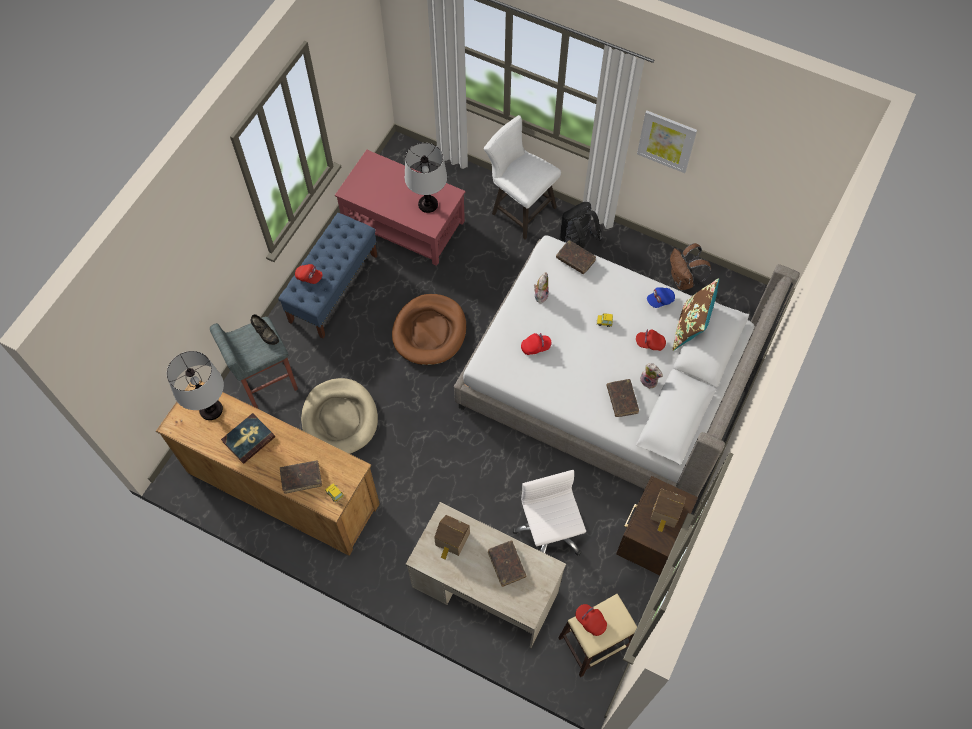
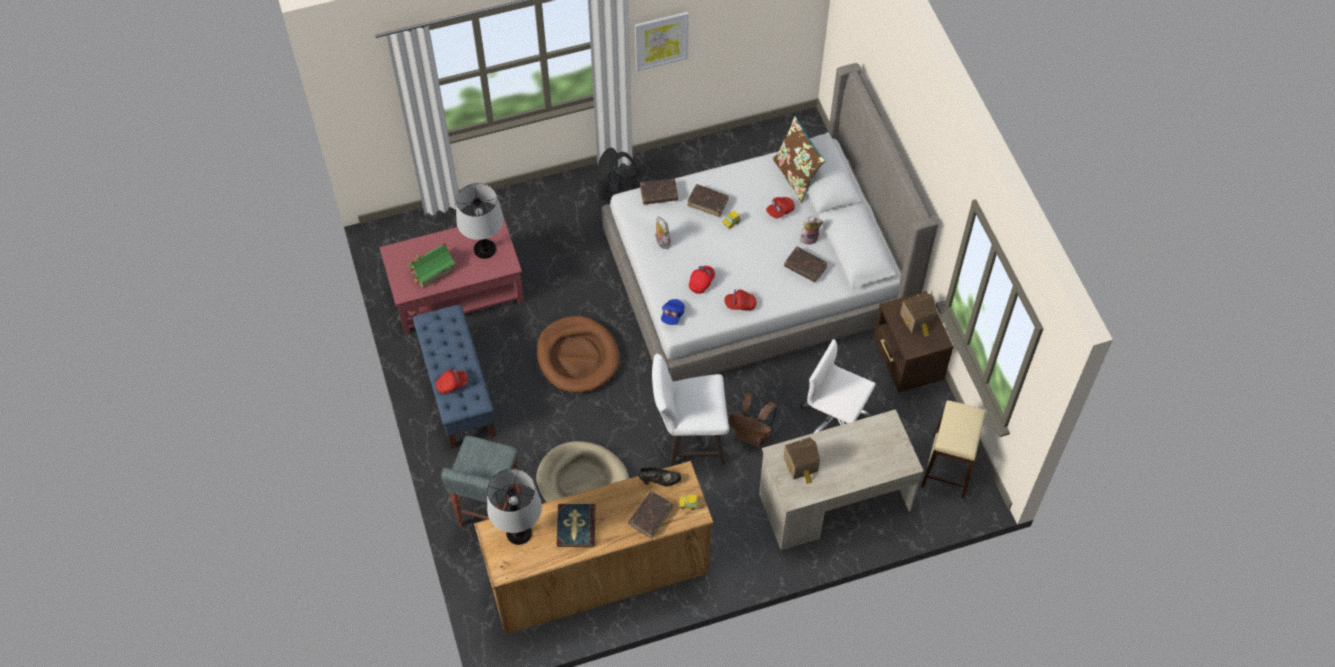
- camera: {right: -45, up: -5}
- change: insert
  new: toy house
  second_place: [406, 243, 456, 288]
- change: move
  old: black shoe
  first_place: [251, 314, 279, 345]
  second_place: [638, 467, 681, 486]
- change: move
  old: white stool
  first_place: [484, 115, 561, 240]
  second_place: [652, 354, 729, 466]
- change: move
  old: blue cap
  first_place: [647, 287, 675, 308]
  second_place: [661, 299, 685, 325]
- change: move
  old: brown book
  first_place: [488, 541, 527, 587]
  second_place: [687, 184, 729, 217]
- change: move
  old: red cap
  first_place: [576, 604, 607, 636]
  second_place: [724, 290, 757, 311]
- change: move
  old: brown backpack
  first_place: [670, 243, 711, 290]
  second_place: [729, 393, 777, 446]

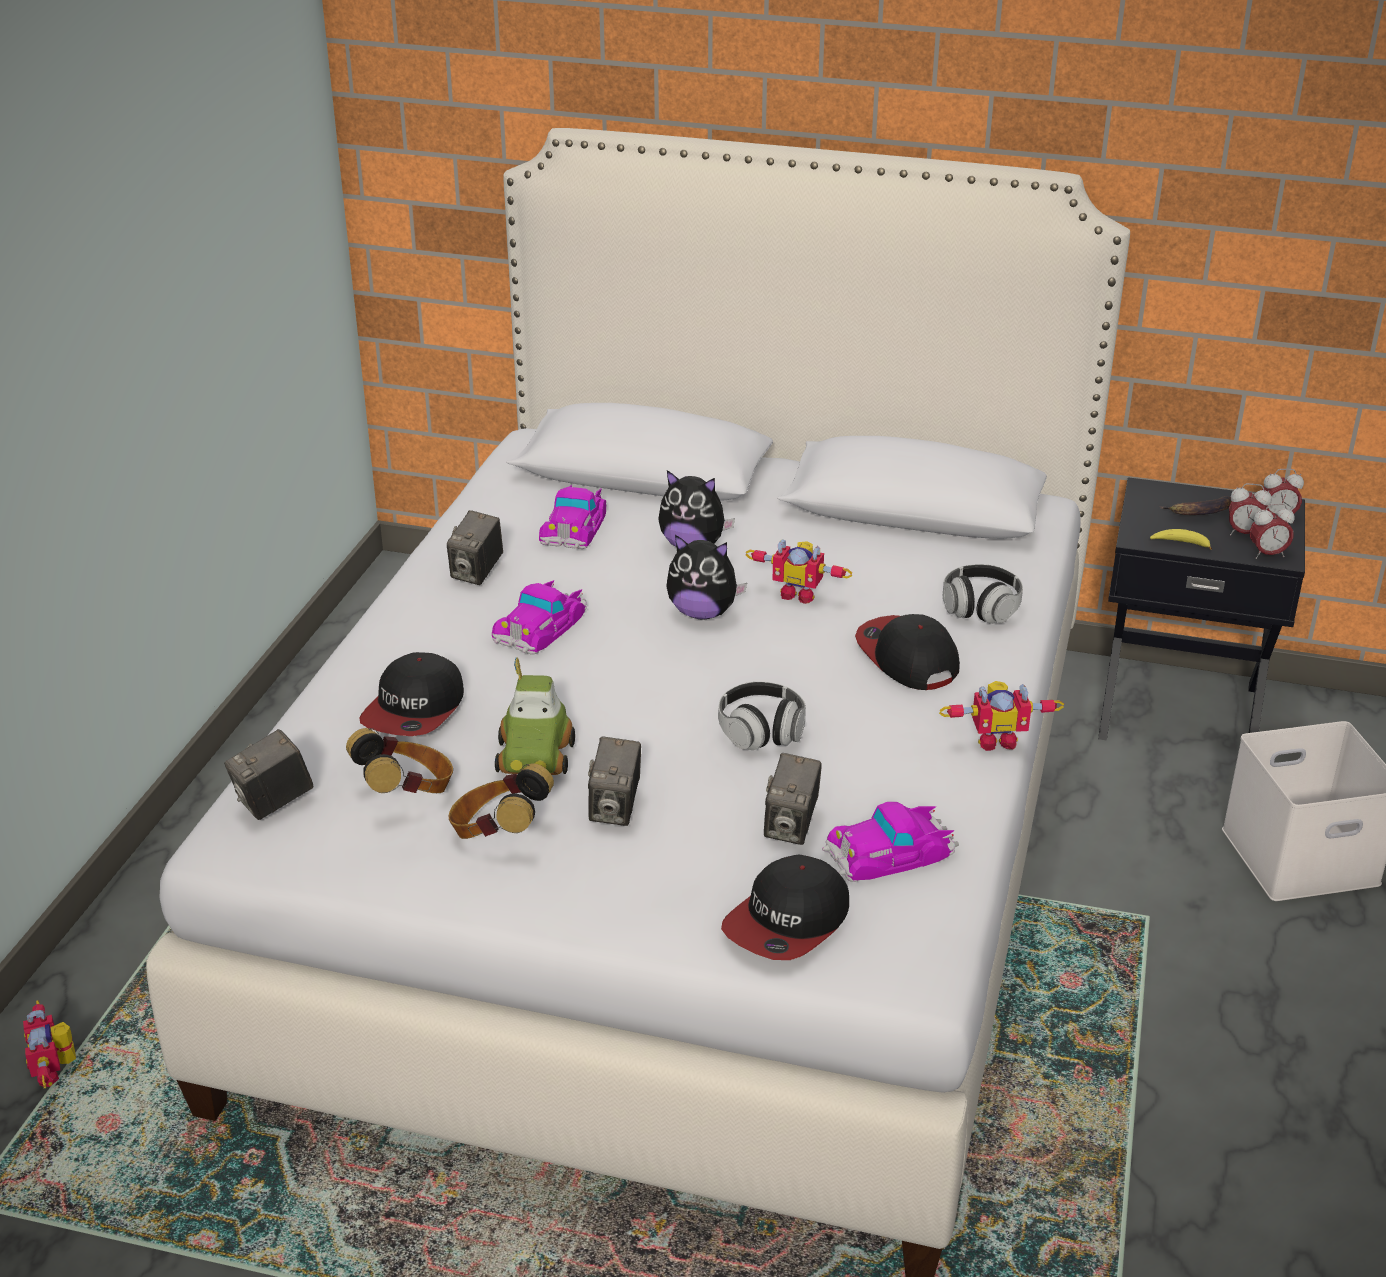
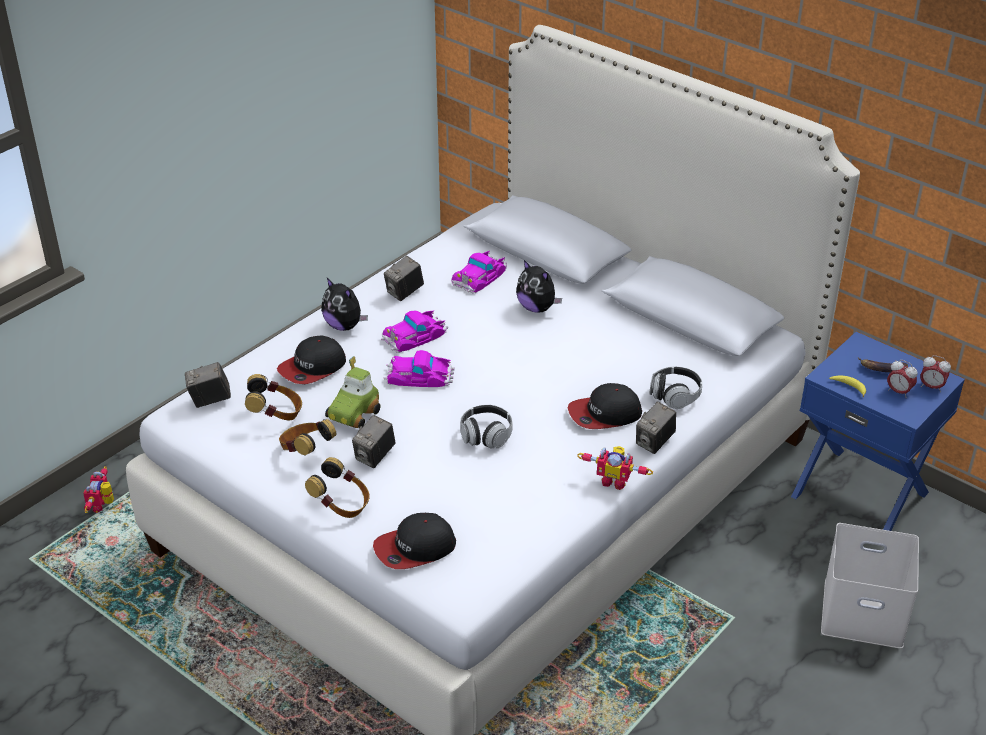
- camera: {right: 25, up: 5}
- change: insert
  new: headphones
  second_place: [305, 457, 370, 518]
- change: move
  old: plush toy
  first_place: [666, 535, 747, 620]
  second_place: [321, 278, 368, 331]
- change: move
  old: toy car
  first_place: [822, 802, 959, 882]
  second_place: [384, 350, 455, 387]
- change: rotate
  old: cap
  first_place: [855, 614, 960, 690]
  second_place: [568, 383, 642, 429]
  degrees: -105
- change: move
  old: photo camera
  first_place: [764, 753, 822, 845]
  second_place: [636, 401, 676, 454]
- change: recolor
  old: black nightstand
  new: blue nightstand
  first_place: [1098, 477, 1305, 741]
  second_place: [791, 332, 965, 531]
- change: delete
  old: toy robot
  first_place: [746, 539, 852, 604]
- change: delete
  old: alarm clock
  first_place: [1250, 504, 1295, 559]

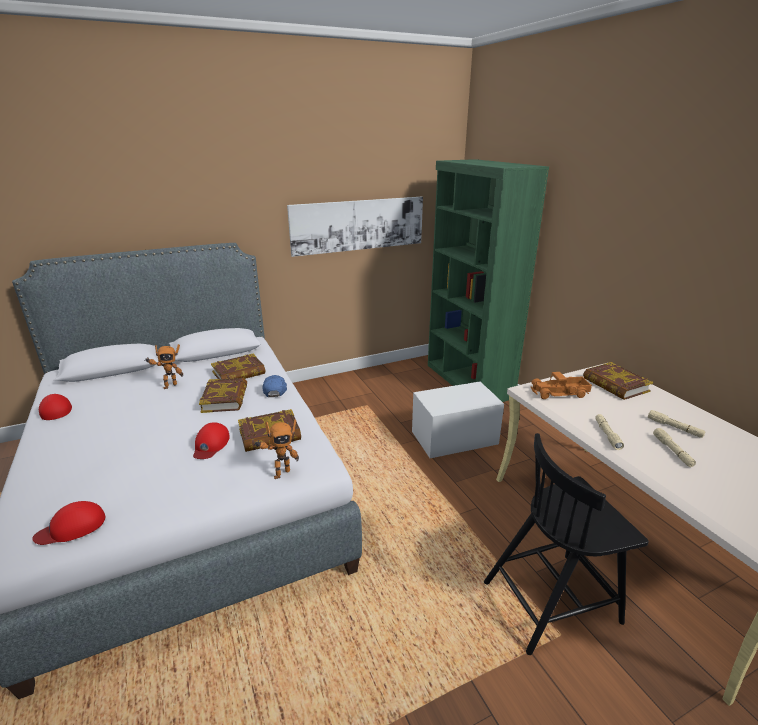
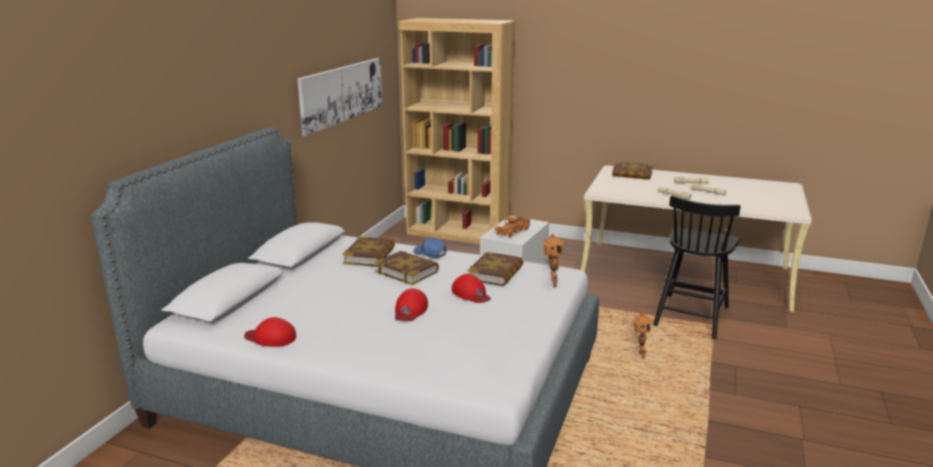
- camera: {right: -45, up: -5}
- change: move
  old: red cap
  first_place: [32, 501, 105, 545]
  second_place: [395, 288, 428, 321]
- change: recolor
  old: green bookcase
  new: brown bookcase
  first_place: [428, 159, 549, 402]
  second_place: [399, 18, 516, 244]
- change: move
  old: toy truck
  first_place: [530, 372, 592, 399]
  second_place: [494, 216, 531, 238]
- change: move
  old: toy robot
  first_place: [145, 344, 183, 389]
  second_place: [633, 311, 655, 359]

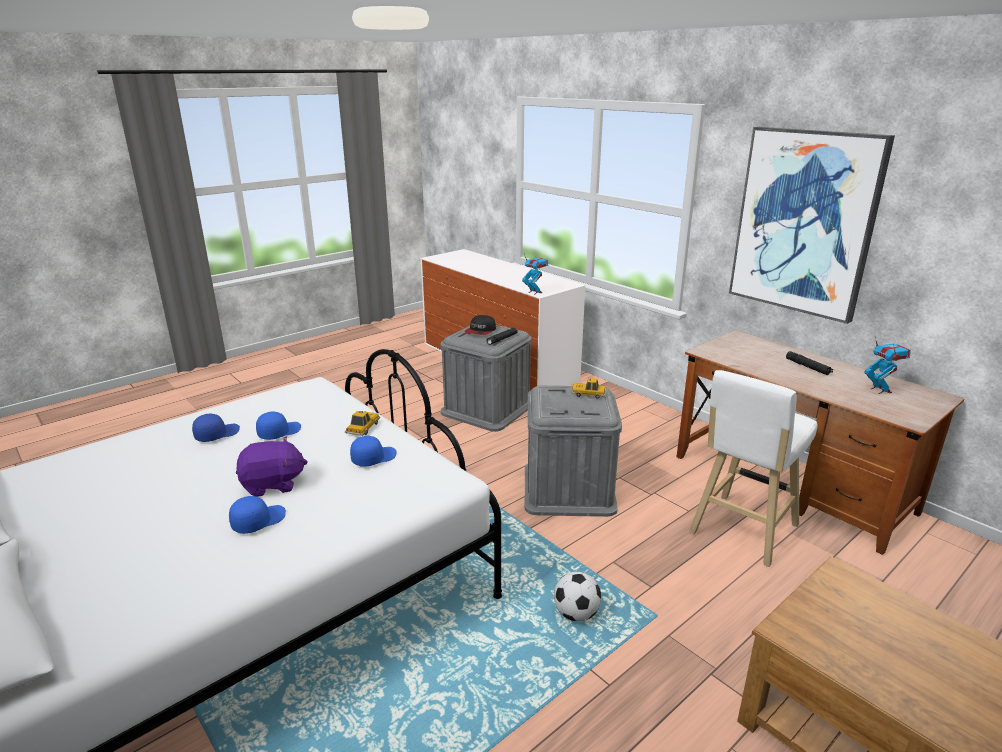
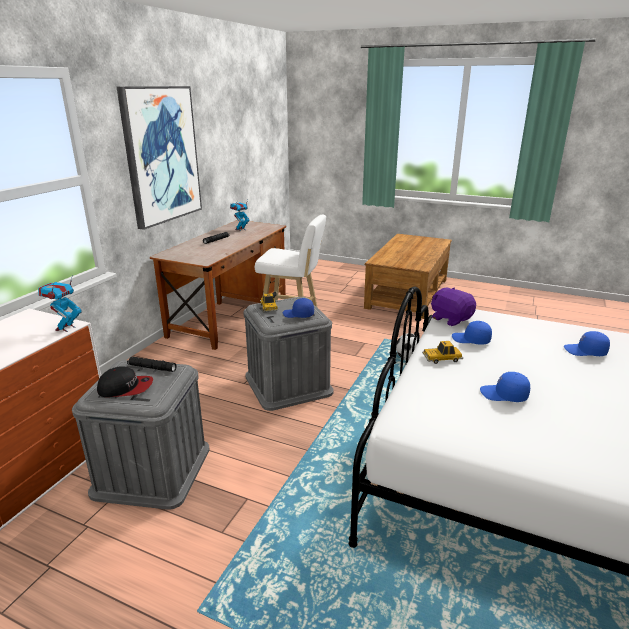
- camera: {right: -115, up: 0}
- change: move
  old: blue cap
  first_place: [192, 414, 240, 442]
  second_place: [283, 298, 314, 318]
- change: move
  old: purple plush toy
  first_place: [236, 437, 308, 497]
  second_place: [431, 287, 476, 326]

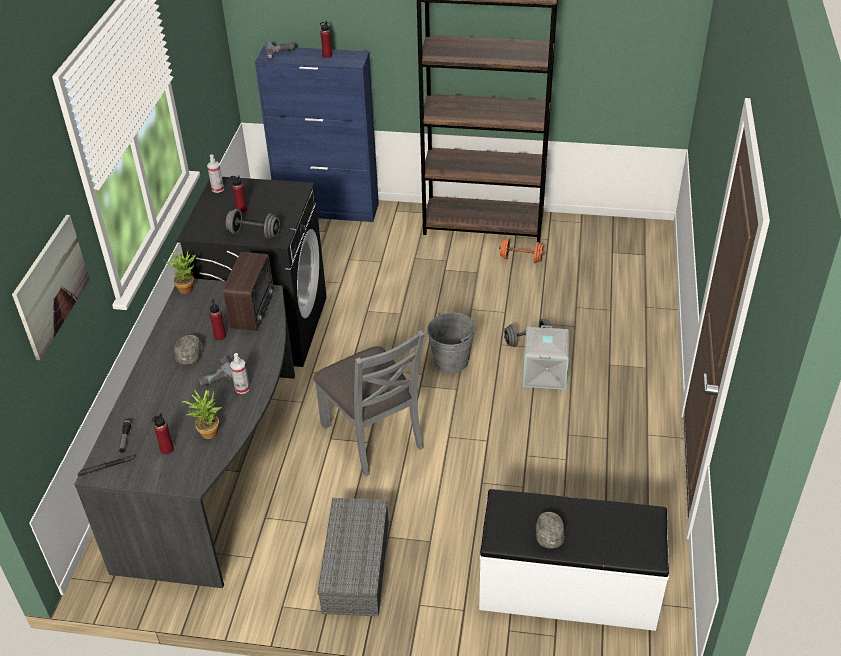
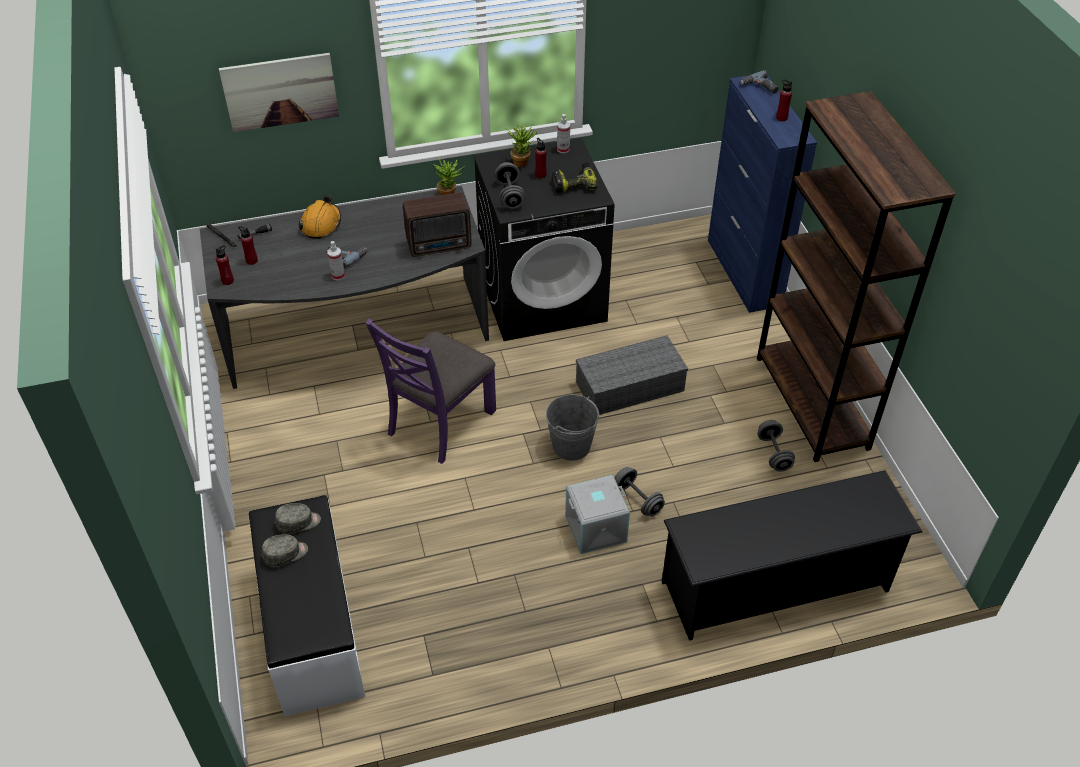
- camera: {right: 65, up: 5}
- change: move
  old: red bottle
  first_place: [209, 299, 226, 340]
  second_place: [216, 245, 234, 285]
- change: move
  old: grey cap
  first_place: [175, 335, 203, 364]
  second_place: [275, 503, 321, 534]
- change: insert
  new: orange hard hat
  second_place: [298, 195, 341, 239]
- change: recolor
  old: grey chair
  new: purple chair
  first_place: [314, 330, 425, 477]
  second_place: [366, 318, 496, 464]
- change: move
  old: potted plant
  first_place: [182, 389, 222, 439]
  second_place: [505, 124, 538, 167]
- change: insert
  new: power drill
  second_place: [552, 162, 598, 193]
- change: move
  old: grey storage box
  first_place: [317, 498, 389, 616]
  second_place: [576, 335, 688, 415]
- change: insert
  new: black shoe rack
  second_place: [662, 470, 922, 641]
- change: recolor
  old: orange dumbbell
  new: grey dumbbell
  first_place: [499, 238, 545, 263]
  second_place: [757, 420, 795, 472]

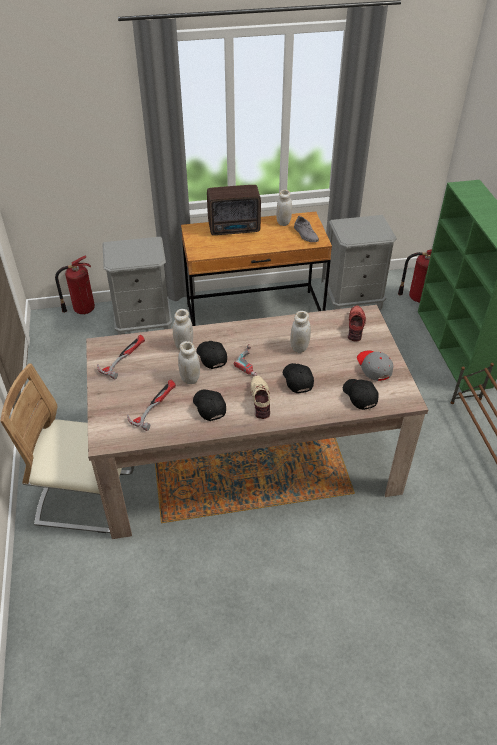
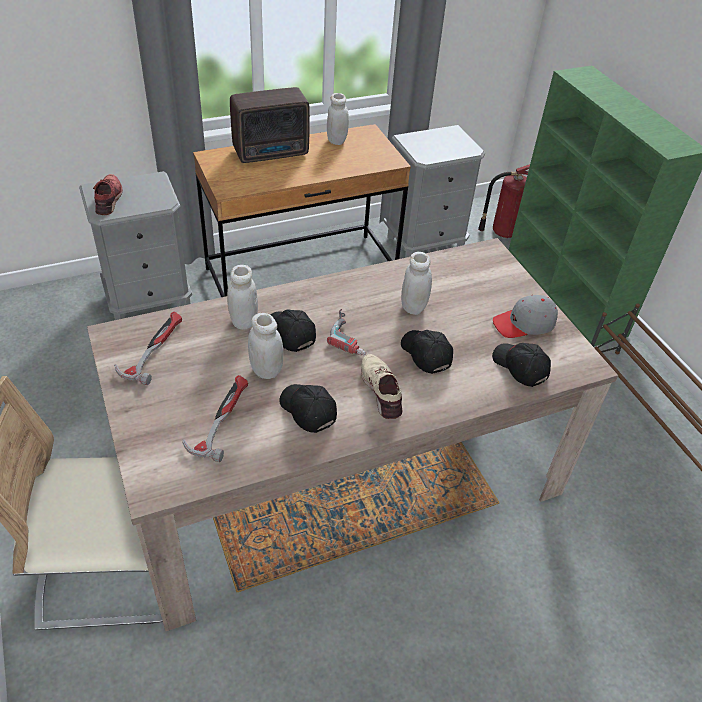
- camera: {right: -15, up: 0}
- change: move
  old: red shoe
  first_place: [348, 306, 366, 342]
  second_place: [93, 174, 123, 215]
- change: rotate
  old: grey cap
  first_place: [357, 350, 393, 381]
  second_place: [493, 295, 558, 338]
  degrees: -75
- change: delete
  old: fire extinguisher
  first_place: [55, 255, 95, 314]
- change: delete
  old: grey shoe
  first_place: [294, 216, 319, 242]

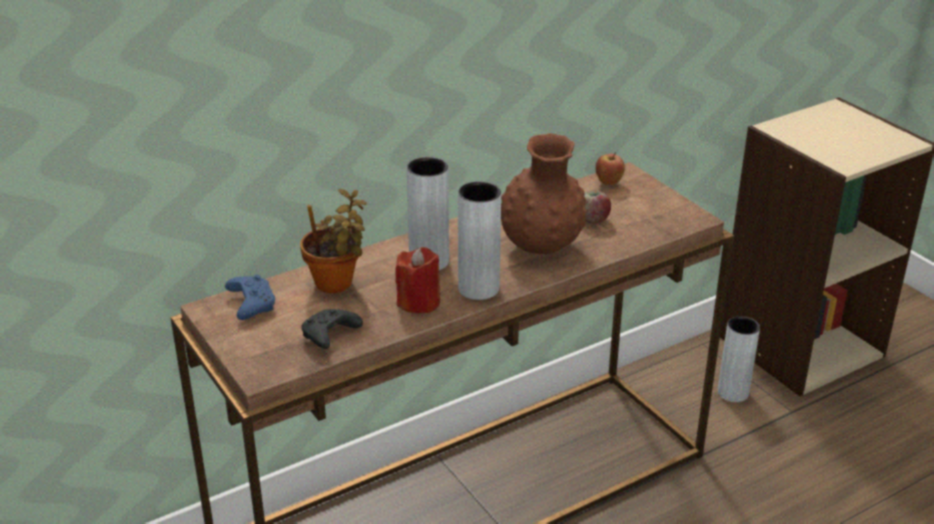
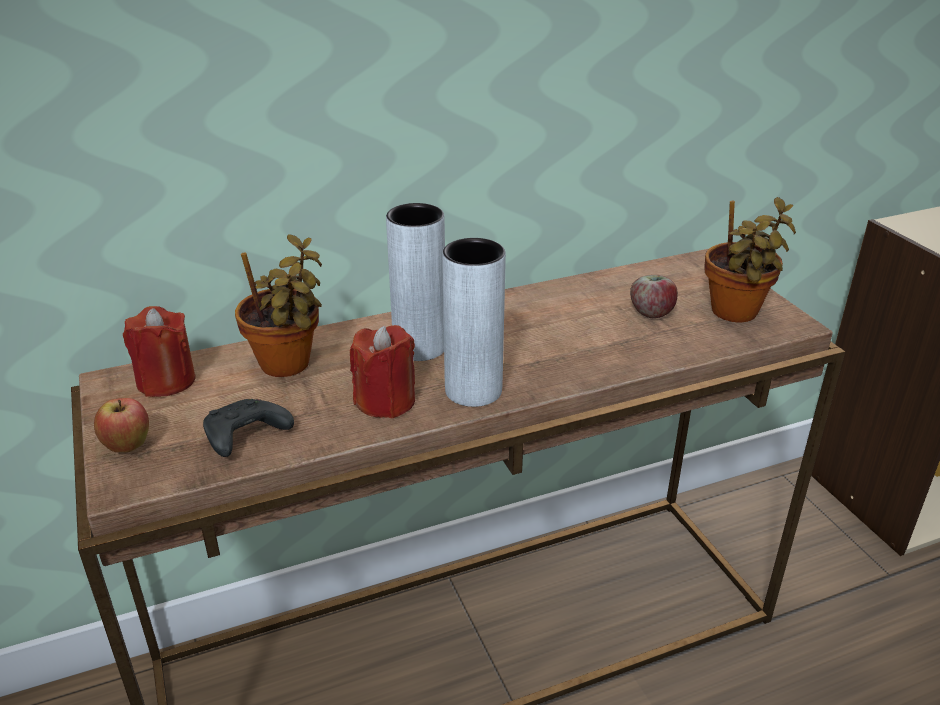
- camera: {right: 10, up: 0}
- change: move
  old: apple
  first_place: [596, 153, 625, 185]
  second_place: [94, 398, 149, 452]
- change: replace
  old: blue game controller
  new: red candle
  first_place: [225, 274, 275, 320]
  second_place: [123, 306, 196, 397]
- change: insert
  new: potted plant
  second_place: [704, 197, 796, 322]
- change: delete
  old: brown vase
  first_place: [501, 133, 586, 254]
- change: delete
  old: grey vase
  first_place: [718, 316, 760, 402]

